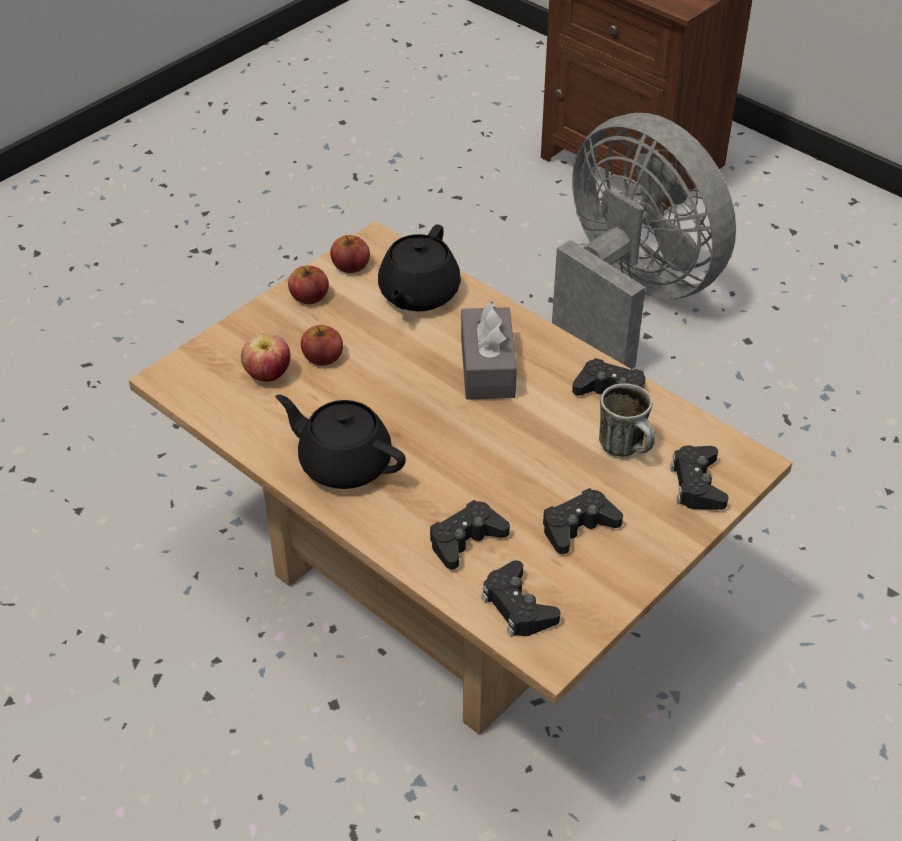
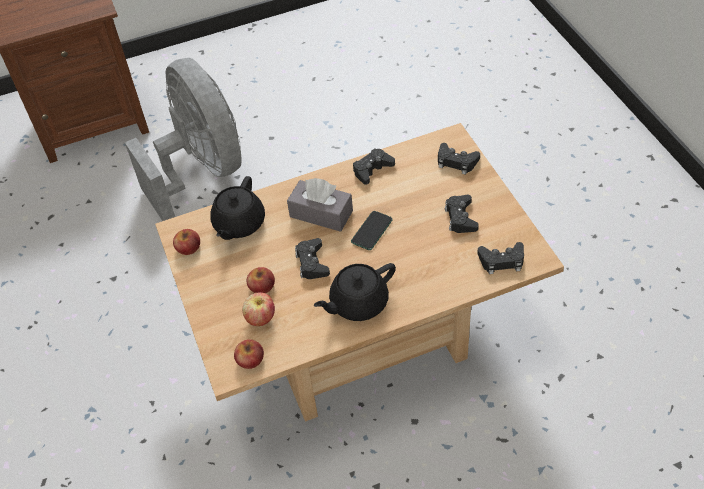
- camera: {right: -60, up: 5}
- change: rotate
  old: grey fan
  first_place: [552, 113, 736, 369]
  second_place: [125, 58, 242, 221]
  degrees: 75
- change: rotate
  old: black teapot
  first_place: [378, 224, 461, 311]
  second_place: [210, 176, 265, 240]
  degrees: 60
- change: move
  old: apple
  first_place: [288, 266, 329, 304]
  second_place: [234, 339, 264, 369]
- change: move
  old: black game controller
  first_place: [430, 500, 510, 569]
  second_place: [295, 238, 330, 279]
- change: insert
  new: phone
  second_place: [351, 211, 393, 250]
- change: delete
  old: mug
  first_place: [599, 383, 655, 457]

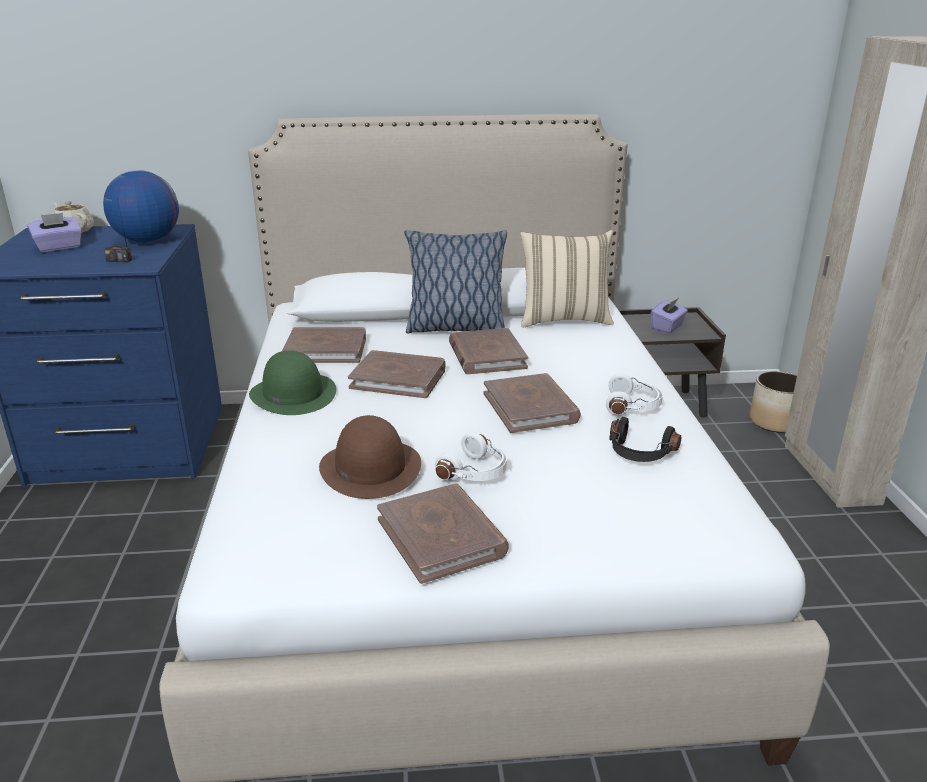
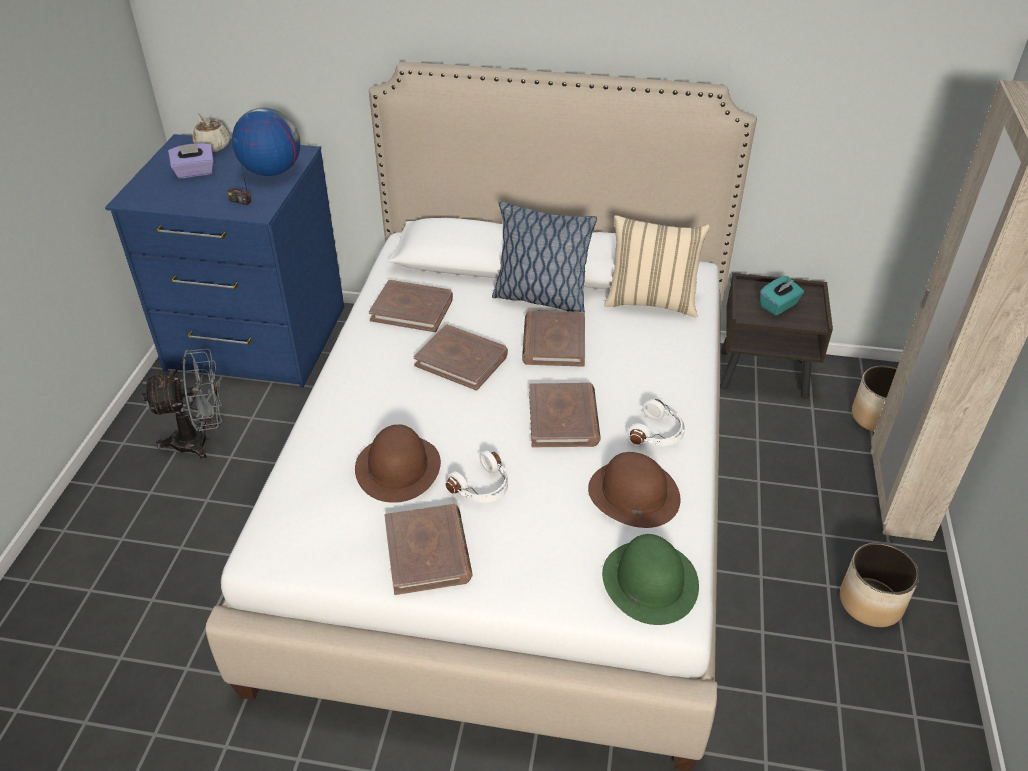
- camera: {right: 15, up: 15}
- change: insert
  new: grey fan
  second_place: [142, 349, 222, 460]
- change: replace
  old: black headphones
  new: brown hat
  first_place: [609, 417, 681, 462]
  second_place: [588, 452, 680, 528]
- change: move
  old: green hat
  first_place: [249, 350, 336, 415]
  second_place: [602, 534, 699, 625]
- change: recolor
  old: purple tissue box
  new: turquoise tissue box
  first_place: [651, 298, 688, 333]
  second_place: [760, 276, 804, 316]
- change: insert
  new: planter
  second_place: [840, 543, 919, 627]

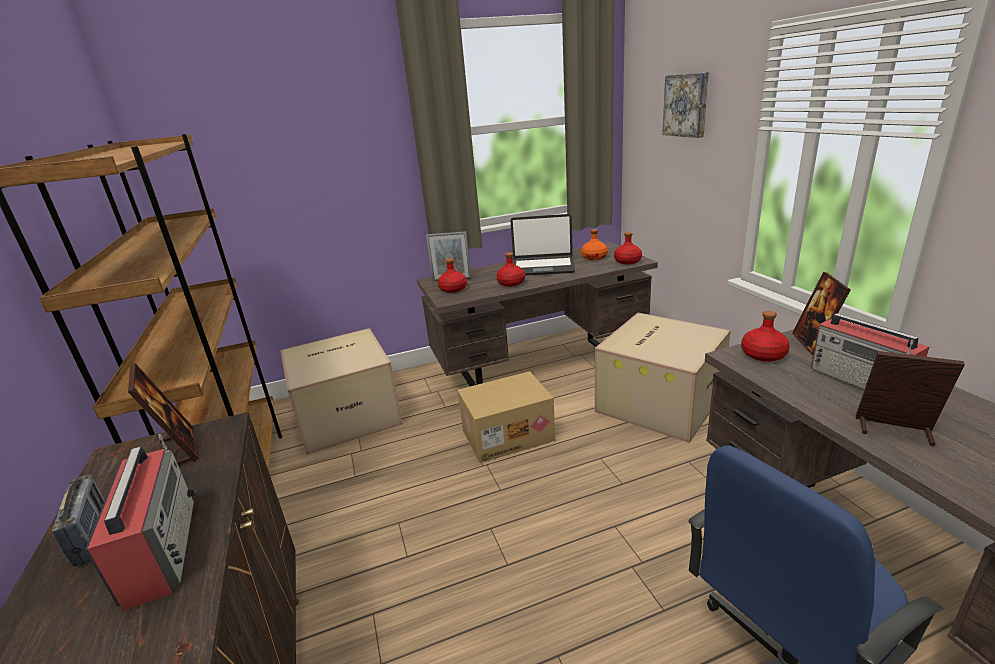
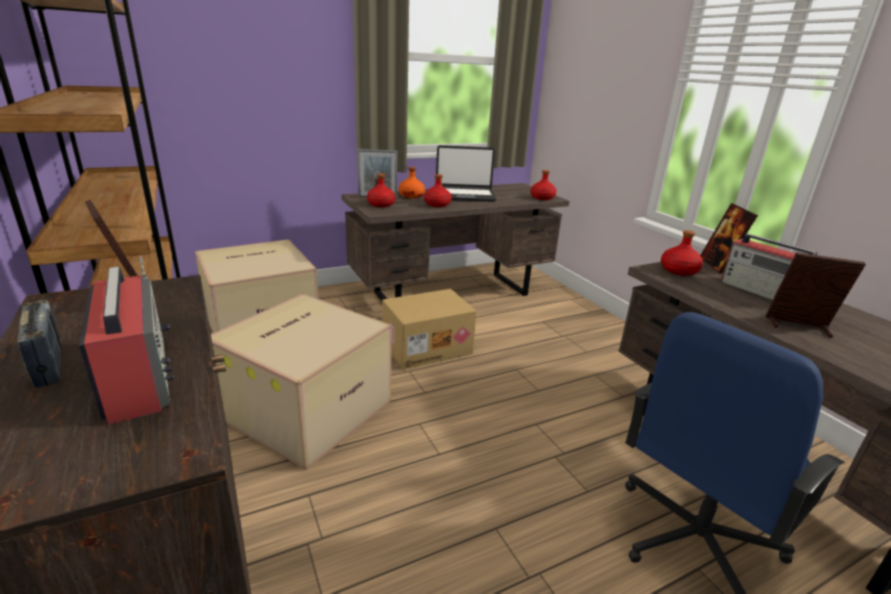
- camera: {right: -10, up: 0}
- change: move
  old: cardboard box
  first_place: [595, 313, 731, 443]
  second_place: [211, 294, 391, 470]
- change: move
  old: orange bottle
  first_place: [581, 229, 608, 260]
  second_place: [399, 167, 425, 198]
- change: delete
  old: picture
  first_place: [662, 72, 709, 138]

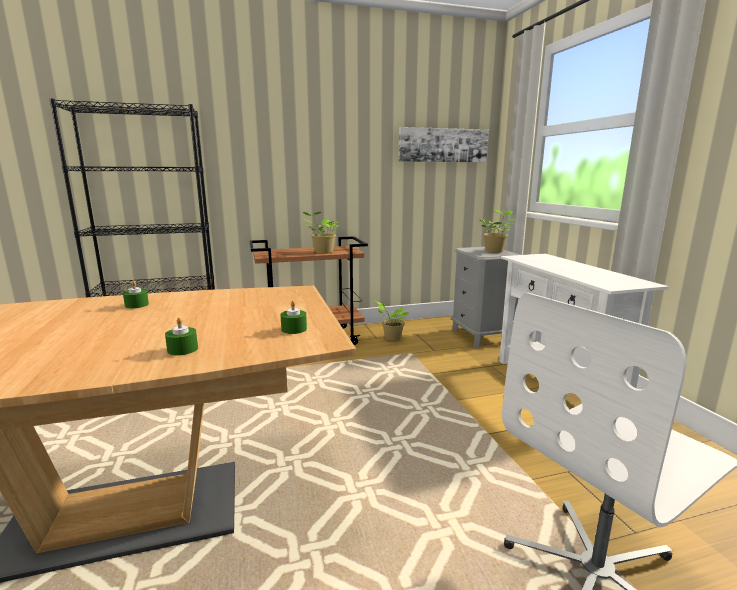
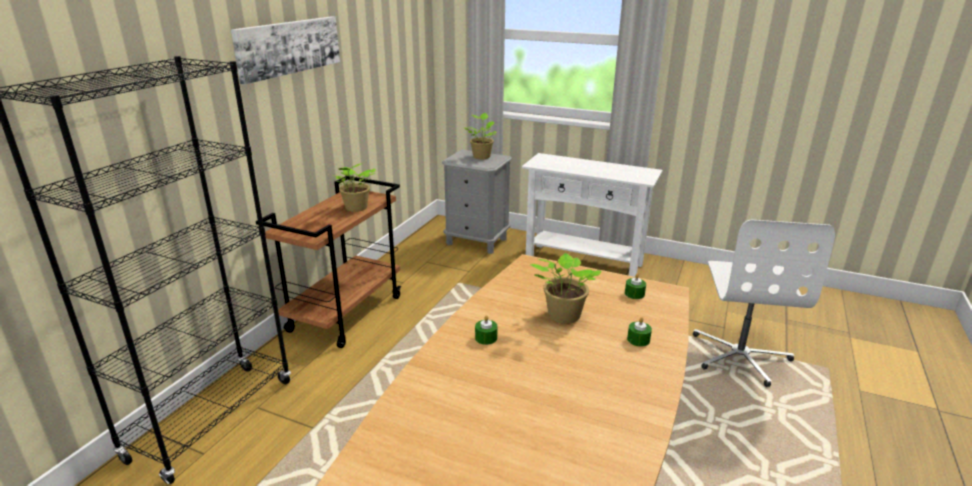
- camera: {right: -50, up: 10}
- change: move
  old: picture
  first_place: [398, 127, 489, 162]
  second_place: [231, 17, 340, 84]
- change: move
  old: potted plant
  first_place: [374, 300, 409, 341]
  second_place: [530, 253, 601, 324]

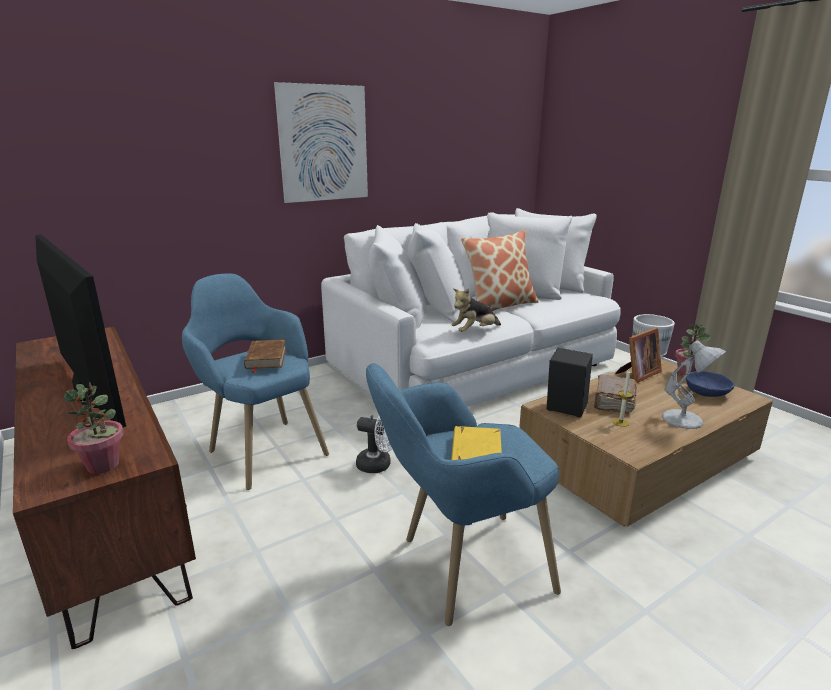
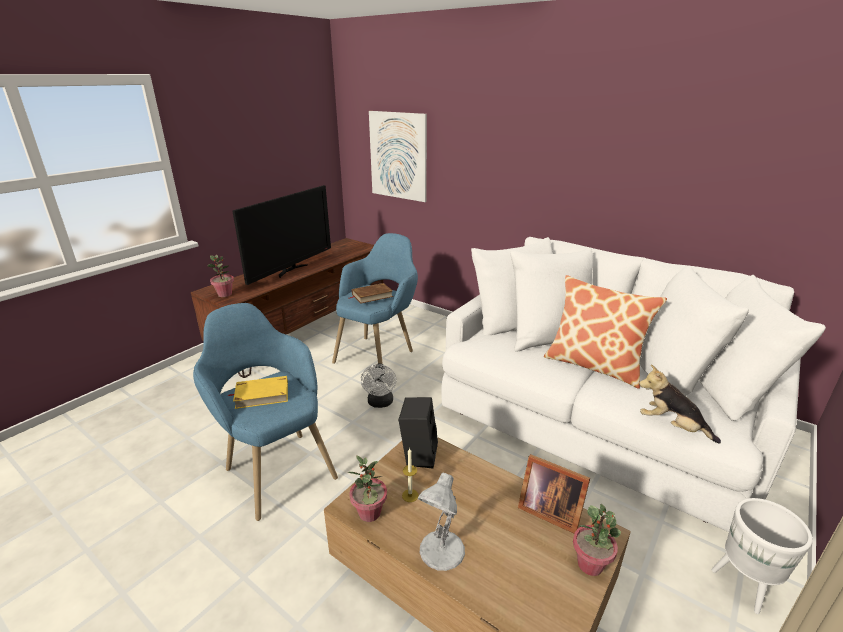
- camera: {right: 70, up: 5}
- change: insert
  new: potted plant
  second_place: [347, 455, 387, 522]
- change: move
  old: picture
  first_place: [274, 82, 368, 203]
  second_place: [369, 111, 427, 202]
- change: move
  old: plush toy
  first_place: [451, 288, 501, 332]
  second_place: [639, 365, 721, 444]
- change: delete
  old: brown book
  first_place: [594, 374, 637, 414]
- change: delete
  old: blue bowl
  first_place: [686, 371, 735, 397]

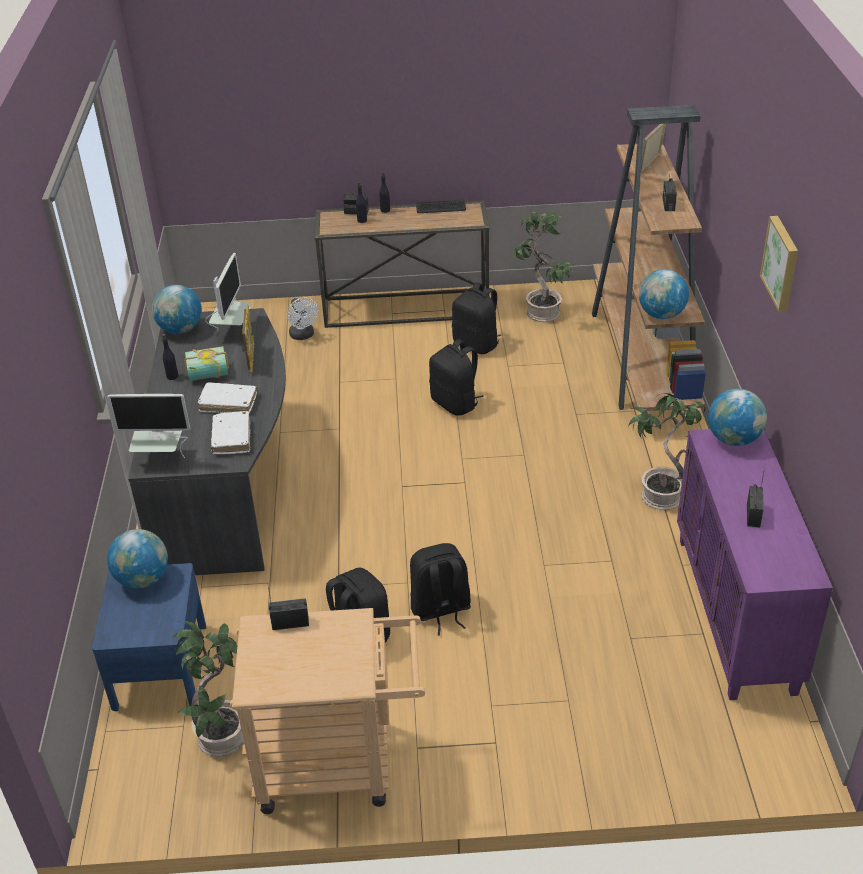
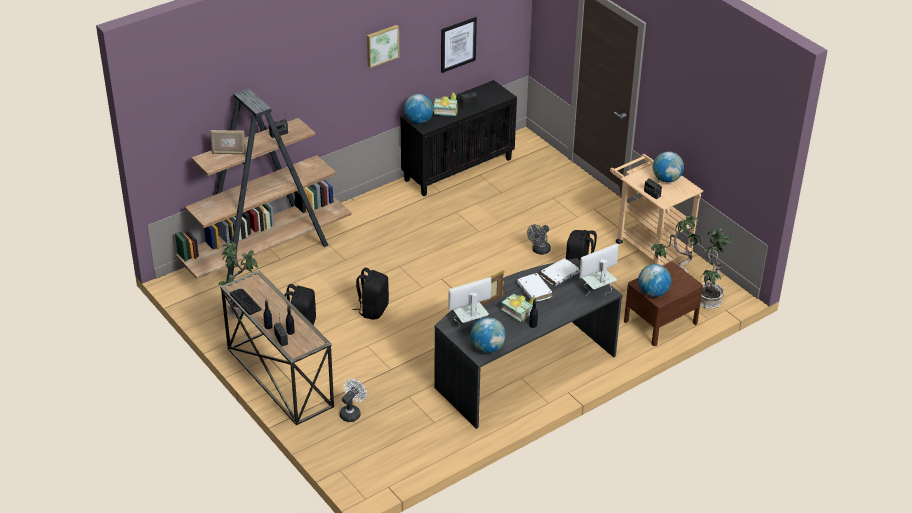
- camera: {right: -125, up: 0}
- change: recolor
  old: purple cabinet
  new: black cabinet
  first_place: [677, 429, 833, 700]
  second_place: [400, 80, 517, 196]
- change: insert
  new: book
  second_place: [433, 93, 457, 116]
- change: insert
  new: picture
  second_place: [441, 17, 477, 73]
- change: replace
  old: black backpack
  new: grey fan
  first_place: [410, 543, 471, 636]
  second_place: [527, 225, 551, 255]
- change: rotate
  old: monitor
  first_place: [107, 394, 190, 458]
  second_place: [579, 243, 619, 296]
  degrees: -90
- change: recolor
  old: blue nightstand
  new: brown nightstand
  first_place: [92, 563, 206, 711]
  second_place: [624, 262, 703, 346]
- change: move
  old: globe
  first_place: [639, 269, 689, 319]
  second_place: [653, 151, 684, 183]
- change: move
  old: potted plant
  first_place: [628, 393, 706, 510]
  second_place: [700, 228, 732, 309]

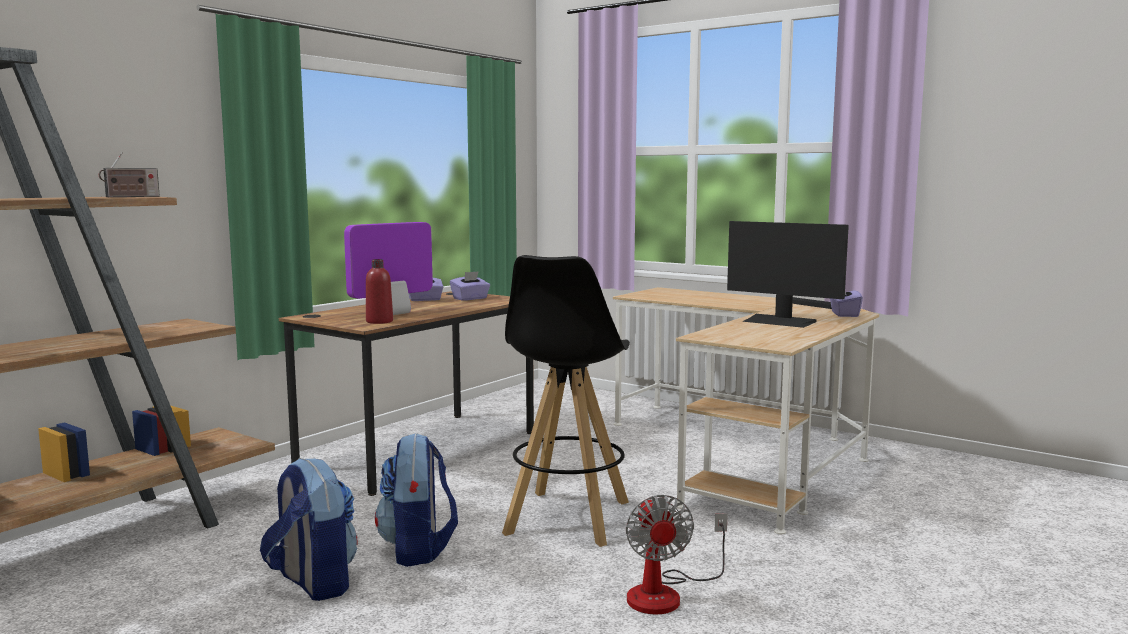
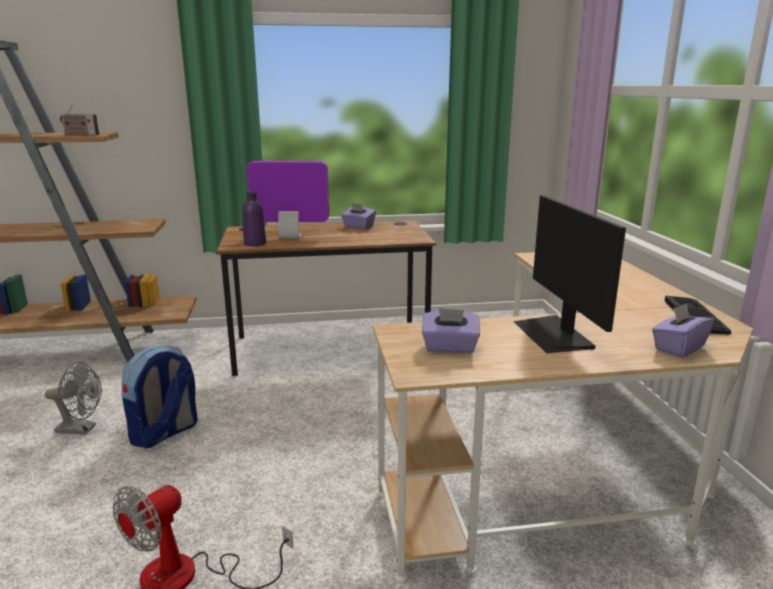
- camera: {right: 45, up: 10}
- change: replace
  old: backpack
  new: grey fan
  first_place: [260, 458, 358, 601]
  second_place: [45, 362, 102, 435]
- change: recolor
  old: red bottle
  new: purple bottle
  first_place: [366, 259, 393, 324]
  second_place: [242, 192, 266, 246]
- change: move
  old: purple tissue box
  first_place: [450, 271, 490, 301]
  second_place: [422, 308, 480, 353]
- change: delete
  old: black stool
  first_place: [502, 255, 630, 547]

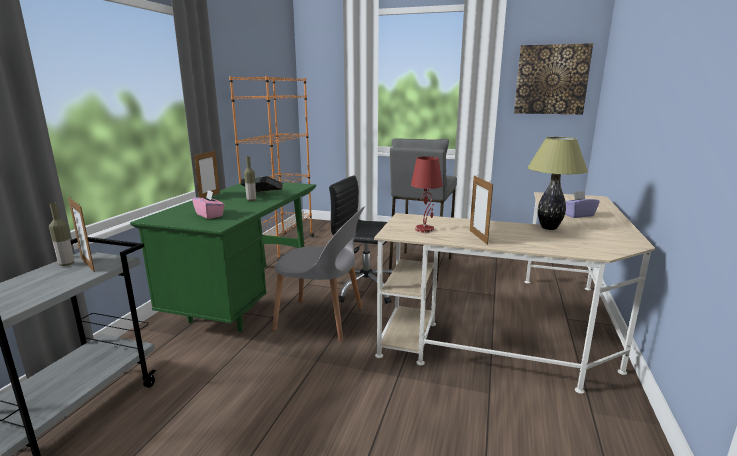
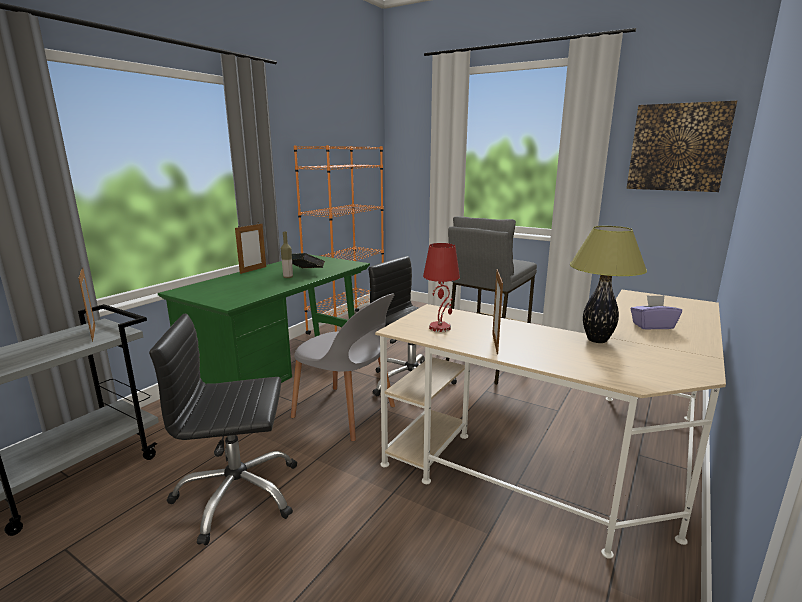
- camera: {right: 15, up: 0}
- change: insert
  new: black office chair
  second_place: [149, 314, 297, 545]
- change: delete
  old: bottle
  first_place: [49, 203, 74, 266]
- change: delete
  old: pink tissue box
  first_place: [192, 190, 225, 219]

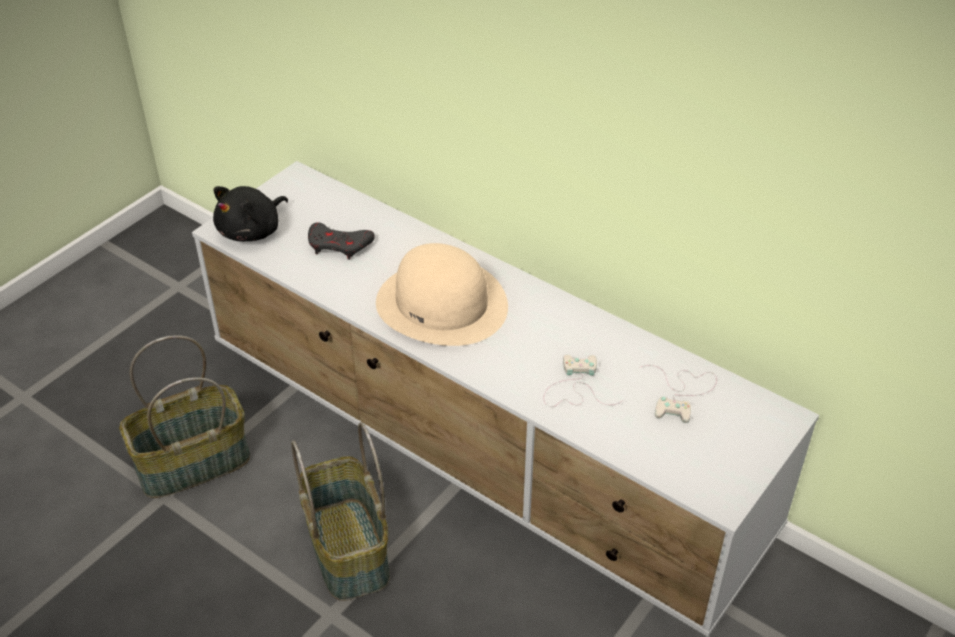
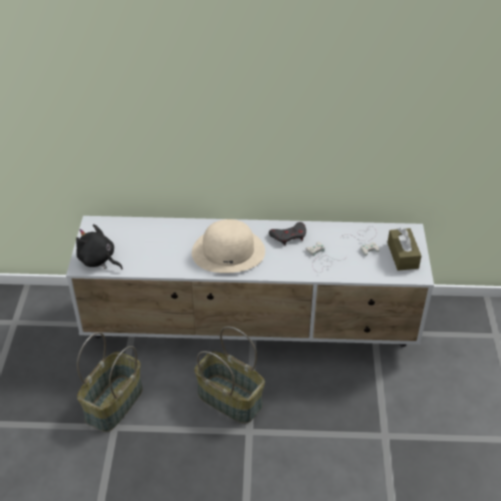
- camera: {right: -35, up: 0}
- change: rotate
  old: black plush toy
  first_place: [213, 186, 288, 241]
  second_place: [76, 224, 123, 269]
  degrees: 120
- change: move
  old: grey game controller
  first_place: [308, 223, 375, 260]
  second_place: [269, 222, 306, 245]
- change: insert
  new: brown tissue box
  second_place: [387, 228, 421, 271]

